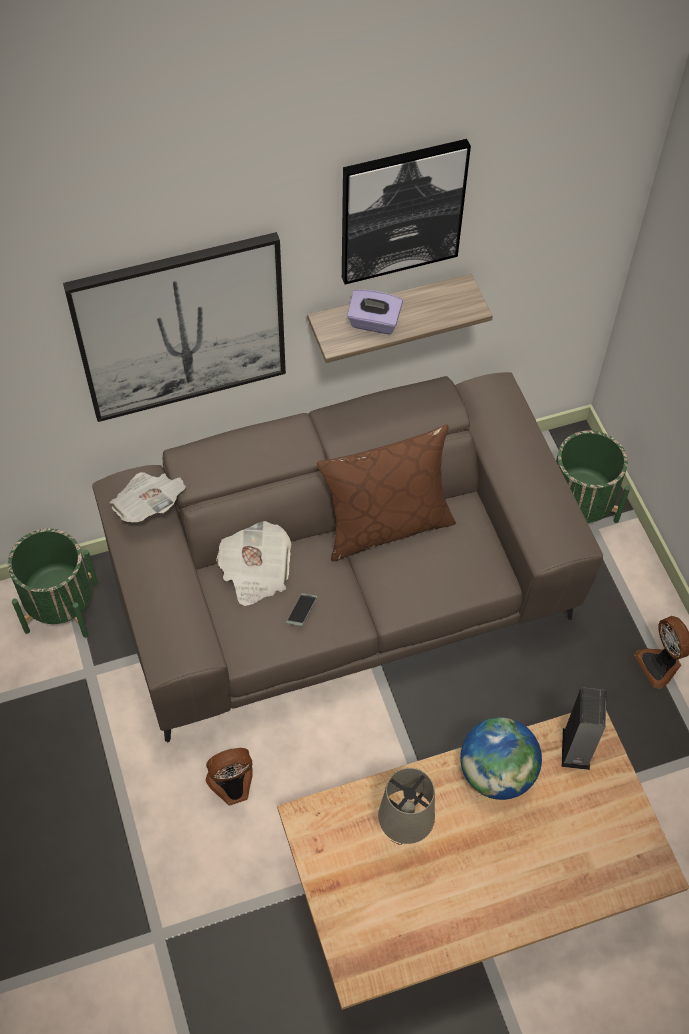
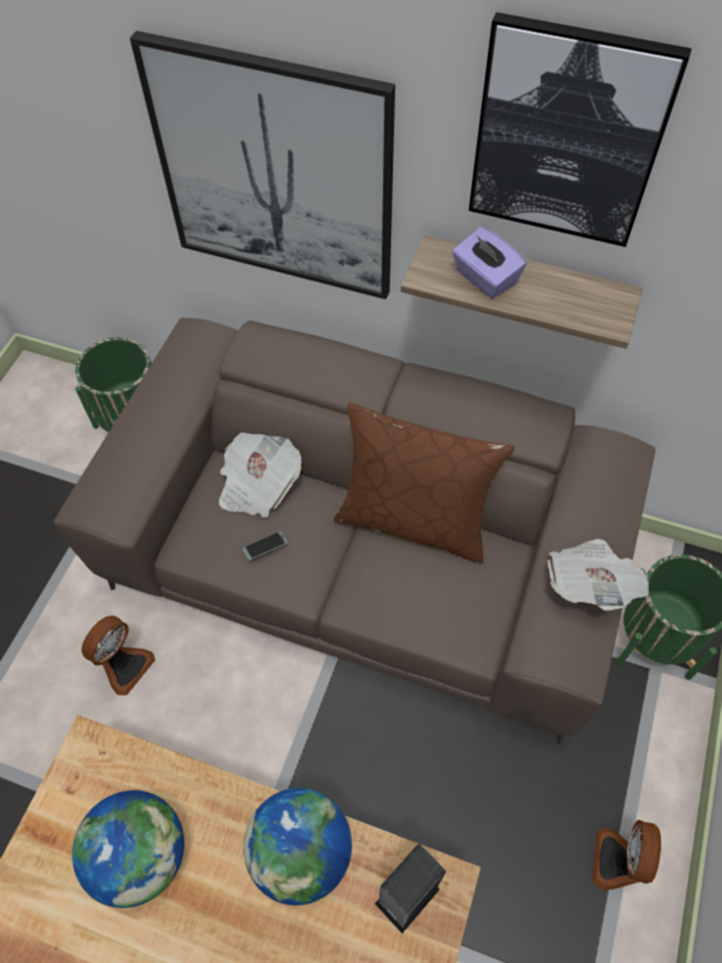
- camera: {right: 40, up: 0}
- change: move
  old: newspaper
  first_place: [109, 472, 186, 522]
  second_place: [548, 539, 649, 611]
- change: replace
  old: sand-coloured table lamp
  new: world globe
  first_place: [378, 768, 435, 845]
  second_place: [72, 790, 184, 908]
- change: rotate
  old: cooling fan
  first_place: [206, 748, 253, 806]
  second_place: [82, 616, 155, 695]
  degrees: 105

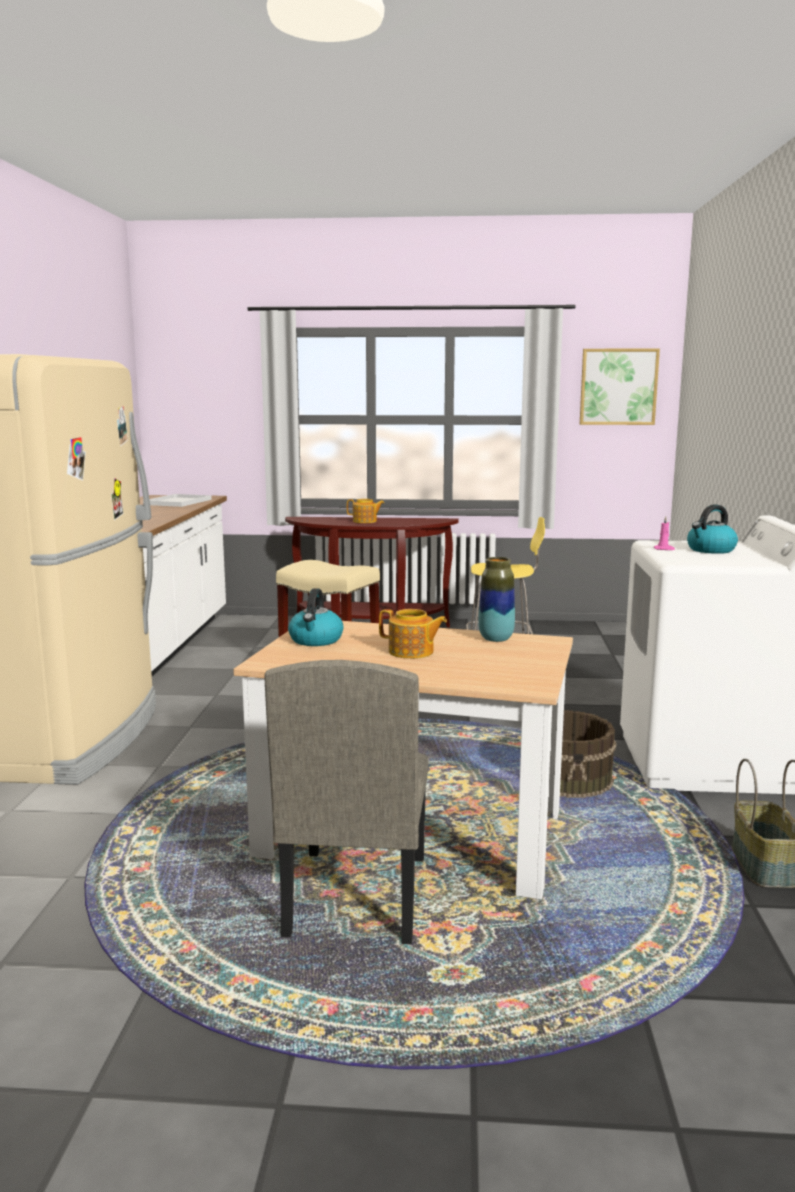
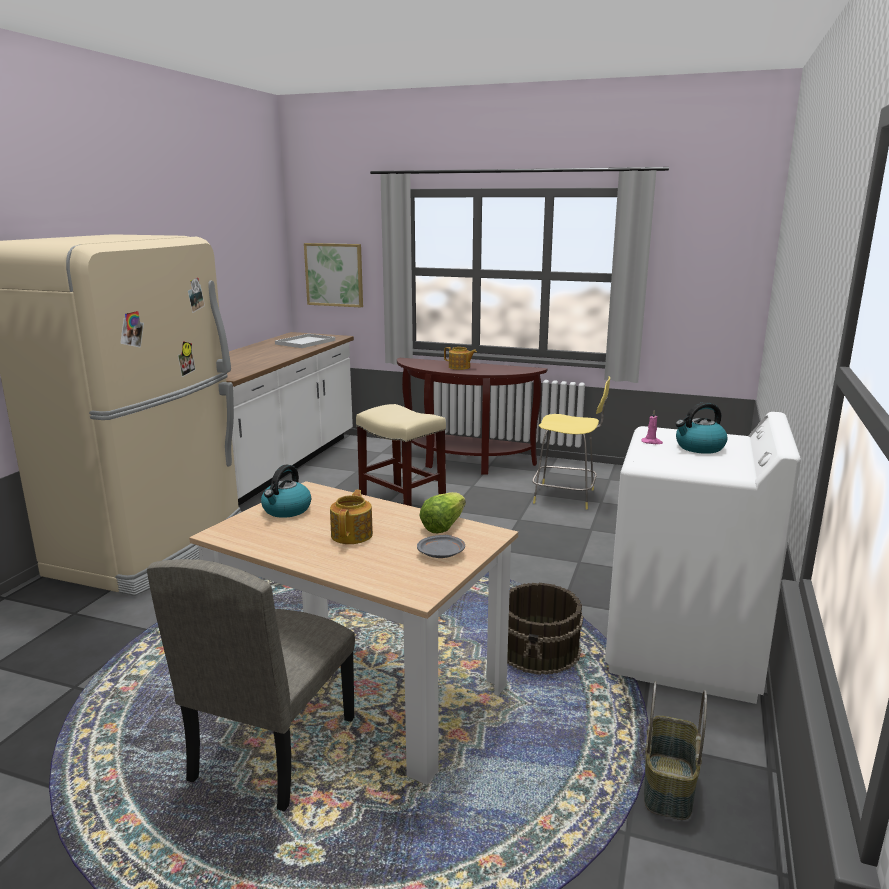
- camera: {right: 15, up: 5}
- change: insert
  new: gray plate
  second_place: [417, 535, 465, 558]
- change: move
  old: wall picture
  first_place: [580, 348, 660, 425]
  second_place: [304, 243, 363, 307]
- change: replace
  old: flower vase
  new: lettuce head
  first_place: [478, 557, 515, 642]
  second_place: [419, 492, 466, 533]
- change: rotate
  old: pot for tea
  first_place: [379, 609, 447, 659]
  second_place: [330, 490, 373, 544]
  degrees: -120

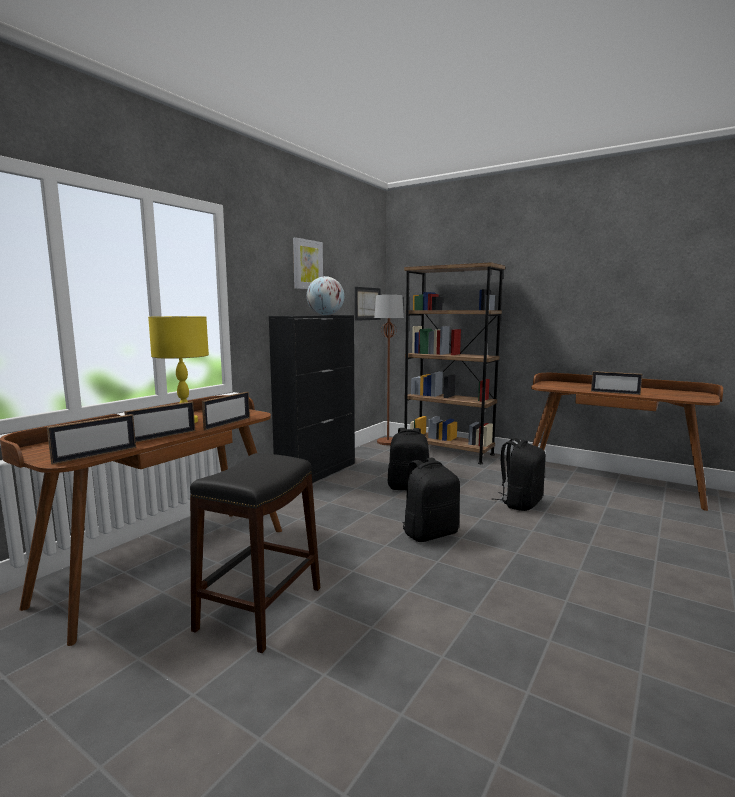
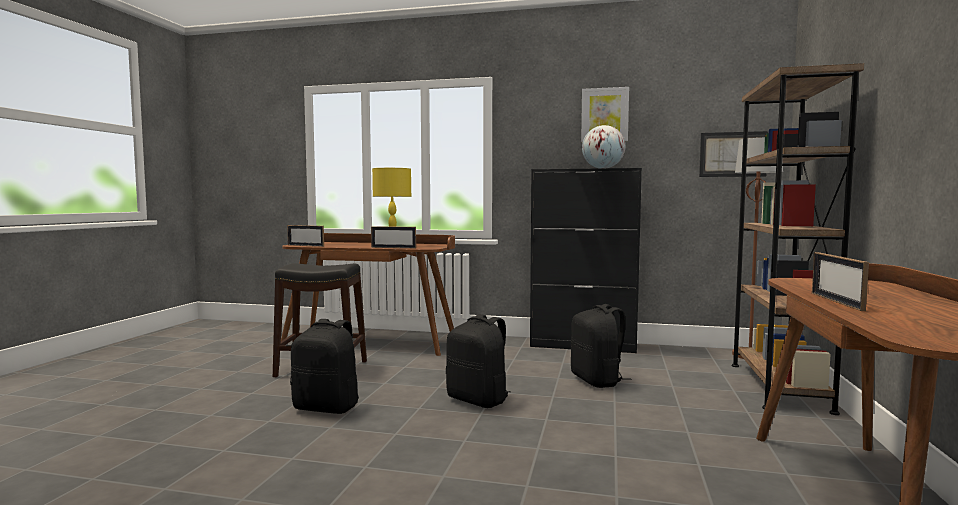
- camera: {right: 70, up: -5}
- change: delete
  old: photo frame
  first_place: [124, 402, 195, 442]
- change: move
  old: black-coloured rucksack
  first_place: [492, 438, 546, 511]
  second_place: [290, 319, 359, 414]

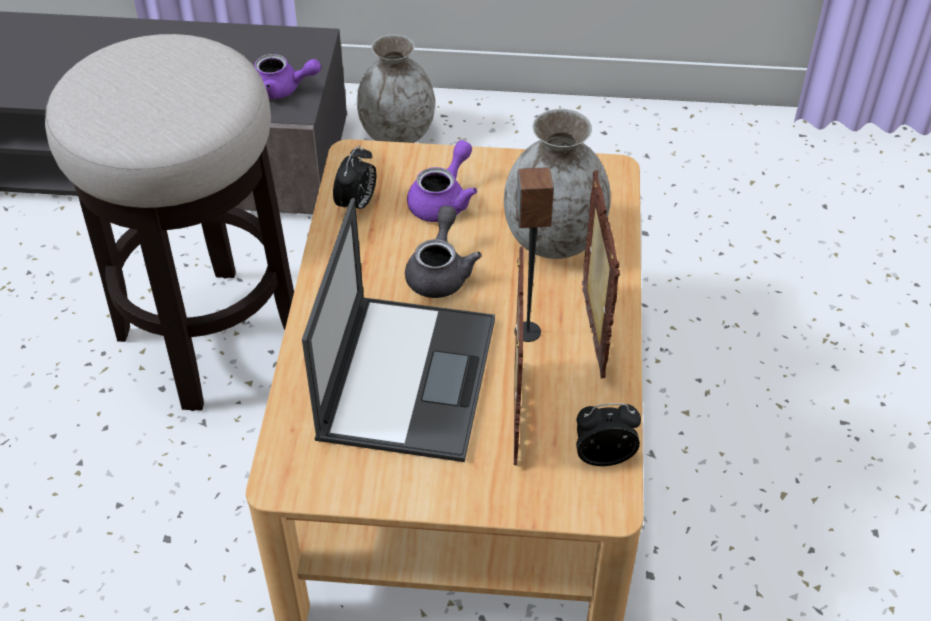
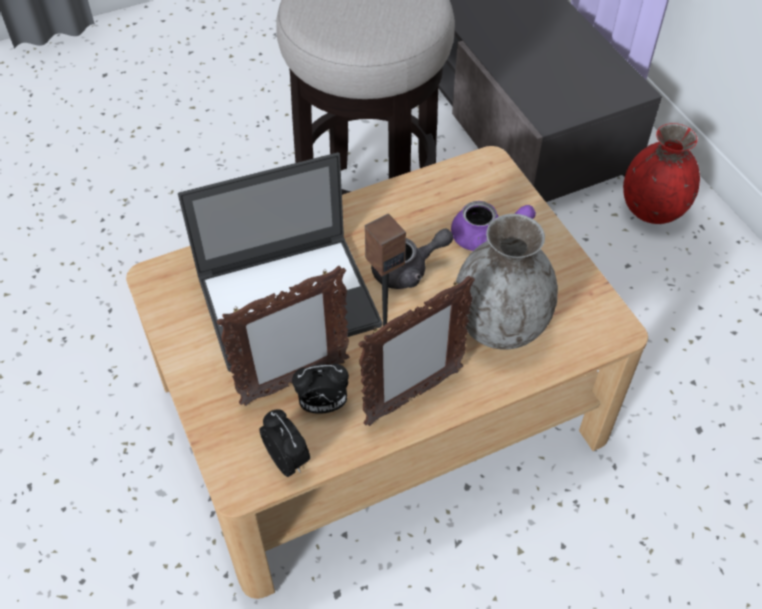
- camera: {right: 60, up: 5}
- change: delete
  old: purple pot for tea
  first_place: [254, 54, 321, 99]
- change: move
  old: bedside clock
  first_place: [333, 145, 376, 209]
  second_place: [292, 364, 349, 414]
- change: recolor
  old: gray flower vase
  new: reddish flower vase
  first_place: [357, 34, 435, 143]
  second_place: [623, 123, 700, 224]

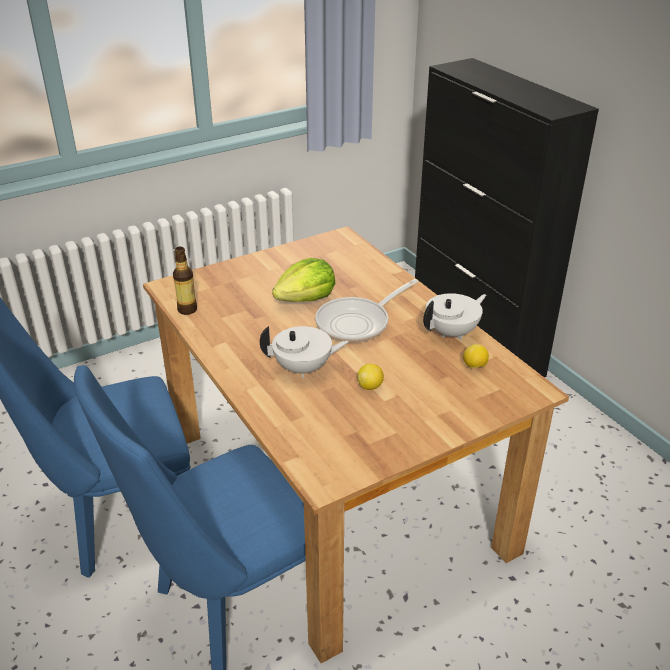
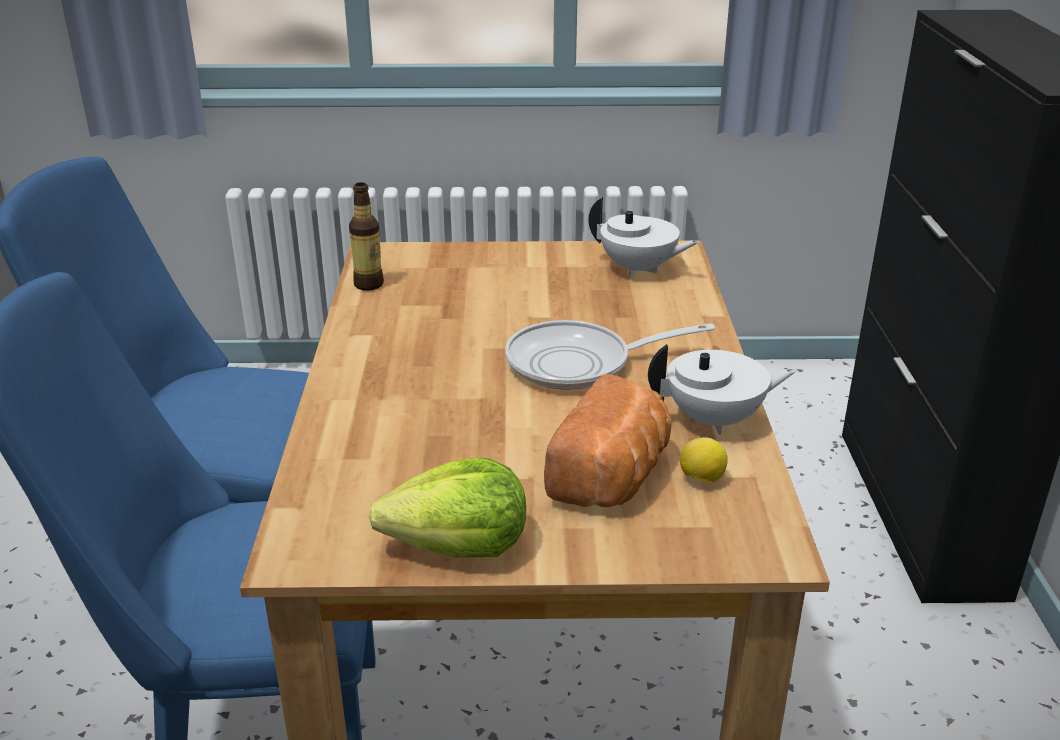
- camera: {right: 30, up: -5}
- change: delete
  old: lemon
  first_place: [357, 364, 384, 390]
- change: insert
  new: baked bread
  second_place: [544, 374, 672, 507]
- change: move
  old: white-coloured pot for tea
  first_place: [260, 326, 349, 378]
  second_place: [589, 197, 699, 277]
- change: move
  old: lettuce head
  first_place: [272, 258, 335, 302]
  second_place: [369, 458, 526, 558]

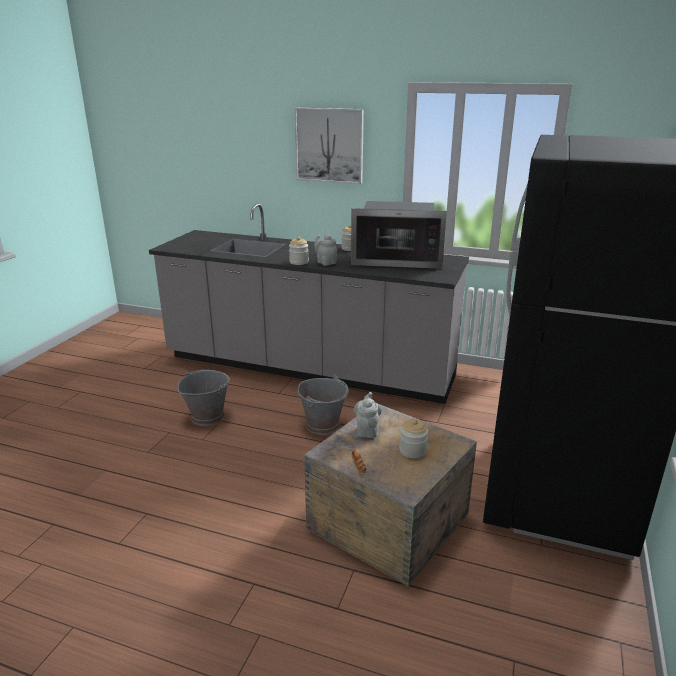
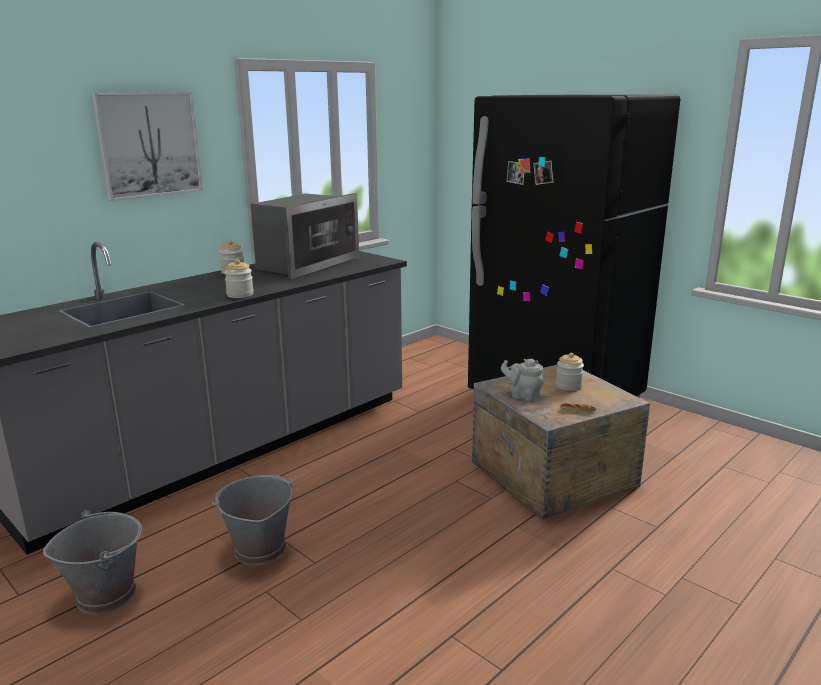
- camera: {right: -65, up: -5}
- change: delete
  old: gray pot for tea
  first_place: [314, 234, 337, 265]
- change: move
  old: gray water bucket
  first_place: [298, 375, 349, 435]
  second_place: [43, 510, 143, 614]

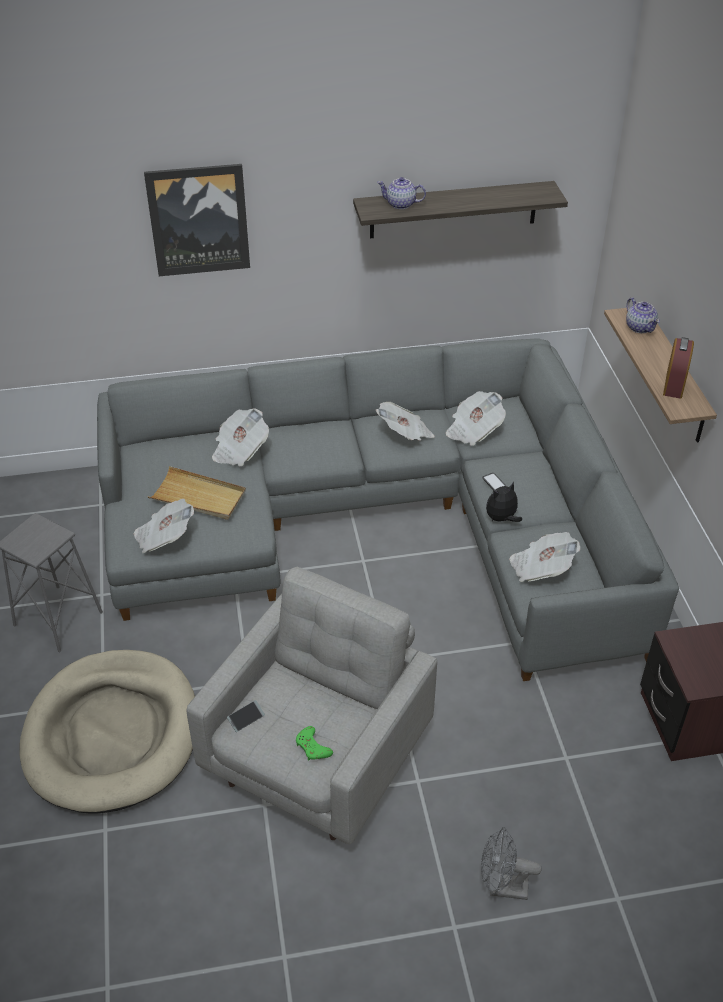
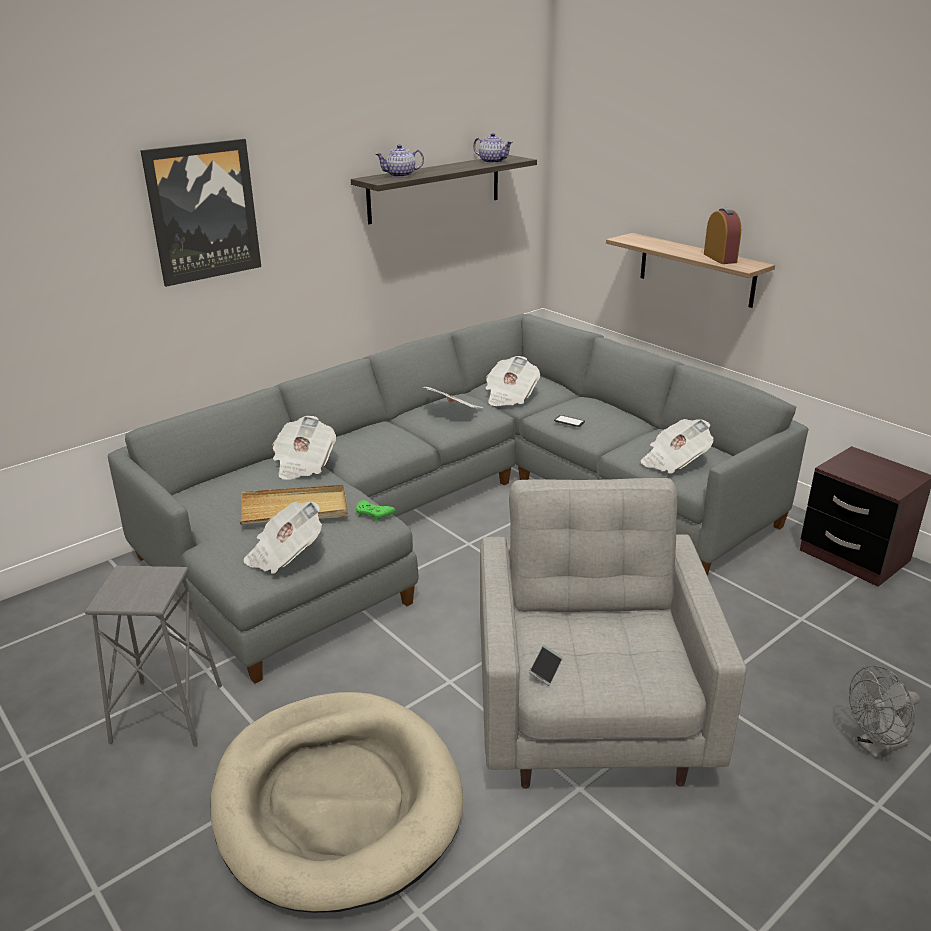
- camera: {right: -30, up: -15}
- change: delete
  old: plush toy
  first_place: [486, 482, 522, 522]
- change: move
  old: greenish game controller
  first_place: [296, 726, 333, 760]
  second_place: [356, 500, 395, 521]
- change: move
  old: pot for tea
  first_place: [626, 298, 660, 333]
  second_place: [473, 133, 513, 164]

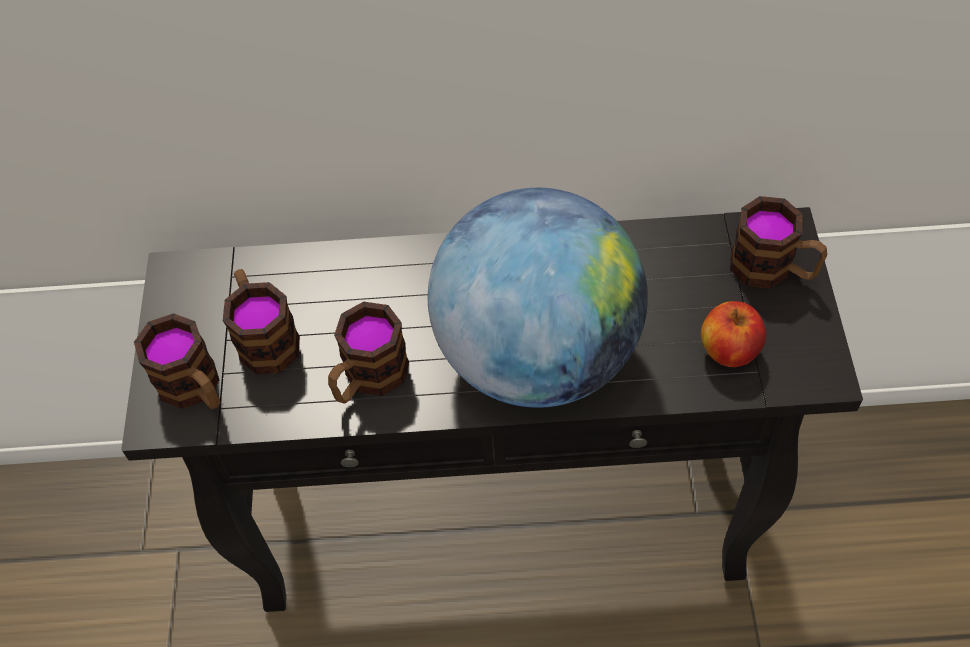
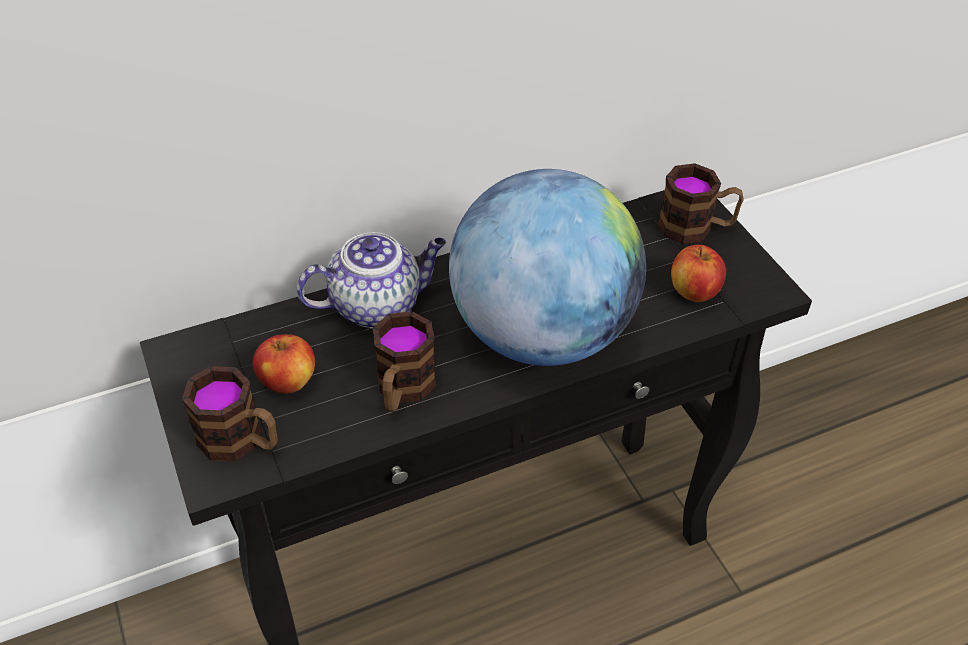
- camera: {right: -25, up: -10}
- change: insert
  new: pot for tea
  second_place: [297, 232, 446, 328]
- change: replace
  old: mug
  new: apple fruit
  first_place: [223, 269, 300, 374]
  second_place: [253, 334, 315, 394]

